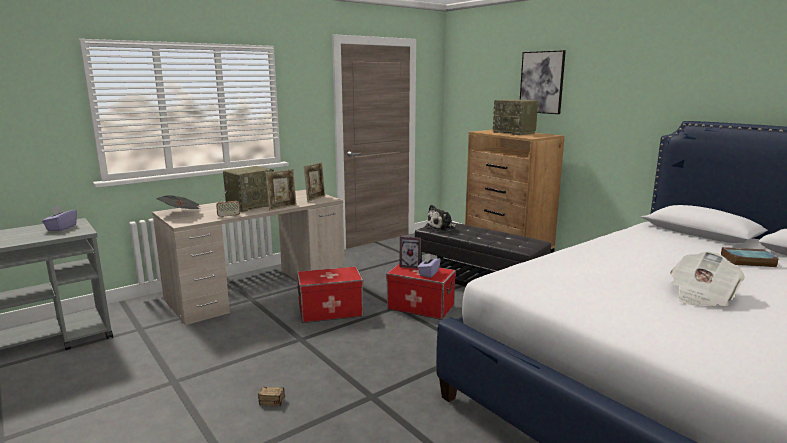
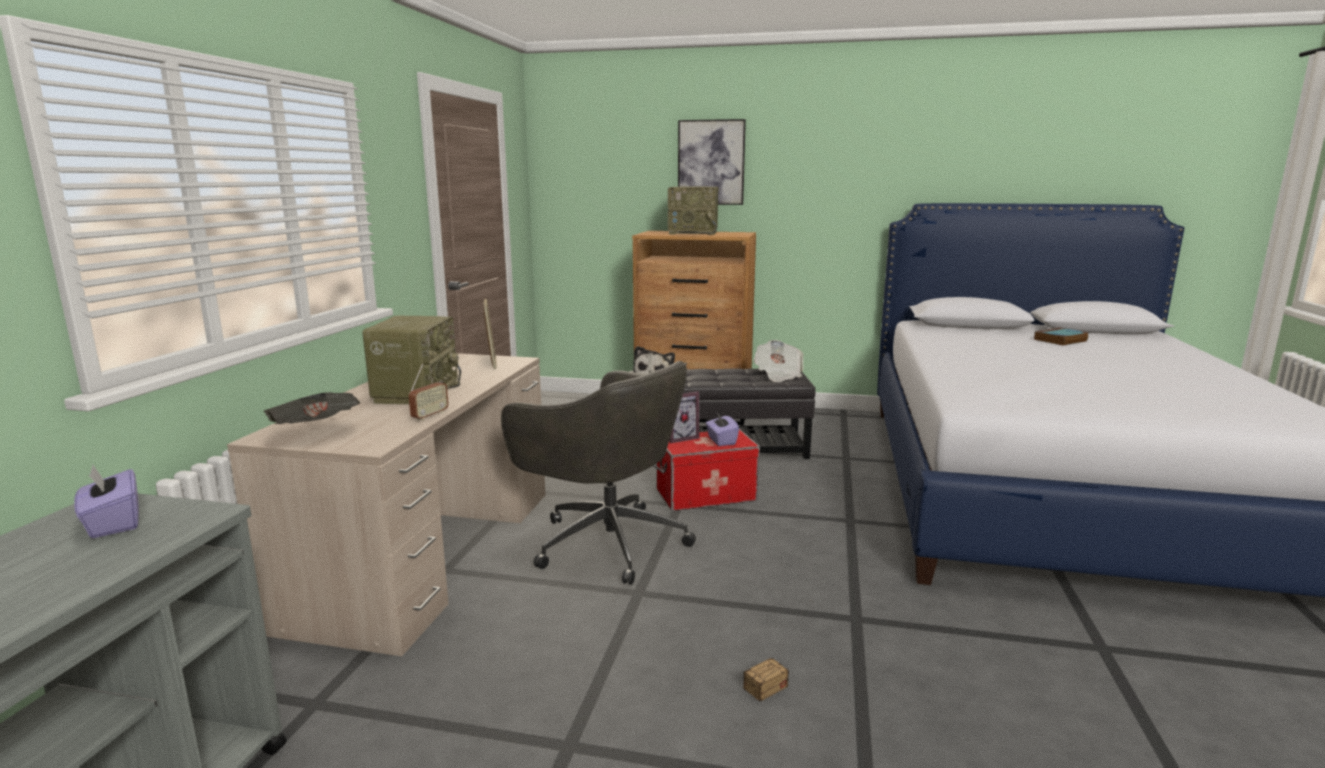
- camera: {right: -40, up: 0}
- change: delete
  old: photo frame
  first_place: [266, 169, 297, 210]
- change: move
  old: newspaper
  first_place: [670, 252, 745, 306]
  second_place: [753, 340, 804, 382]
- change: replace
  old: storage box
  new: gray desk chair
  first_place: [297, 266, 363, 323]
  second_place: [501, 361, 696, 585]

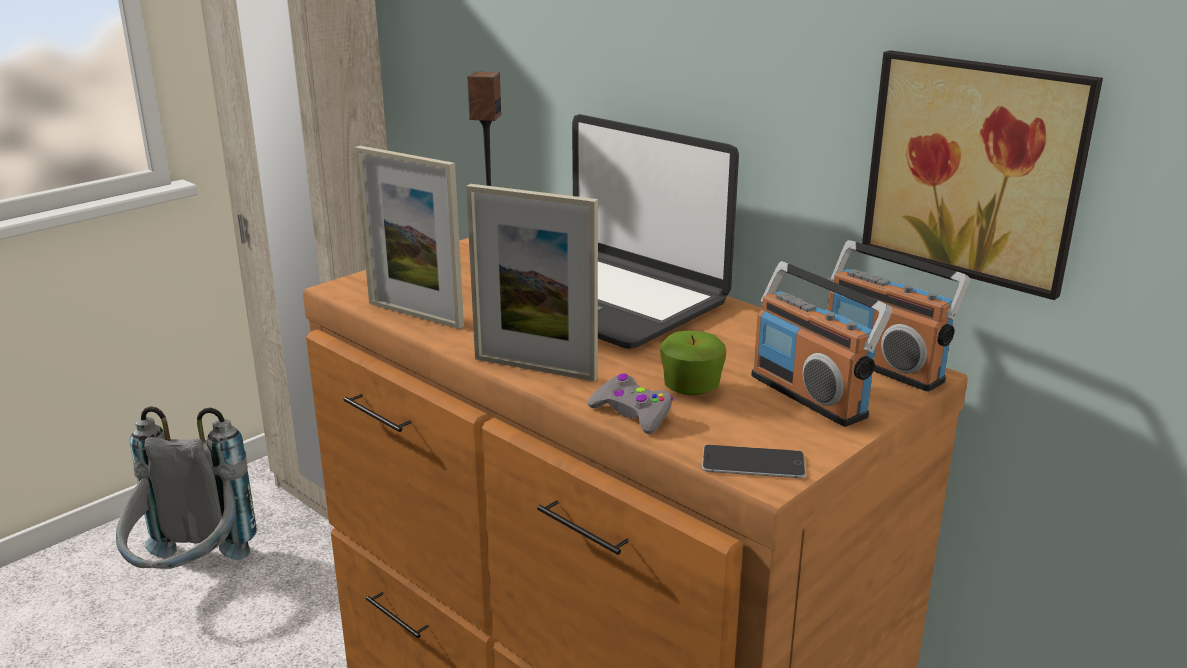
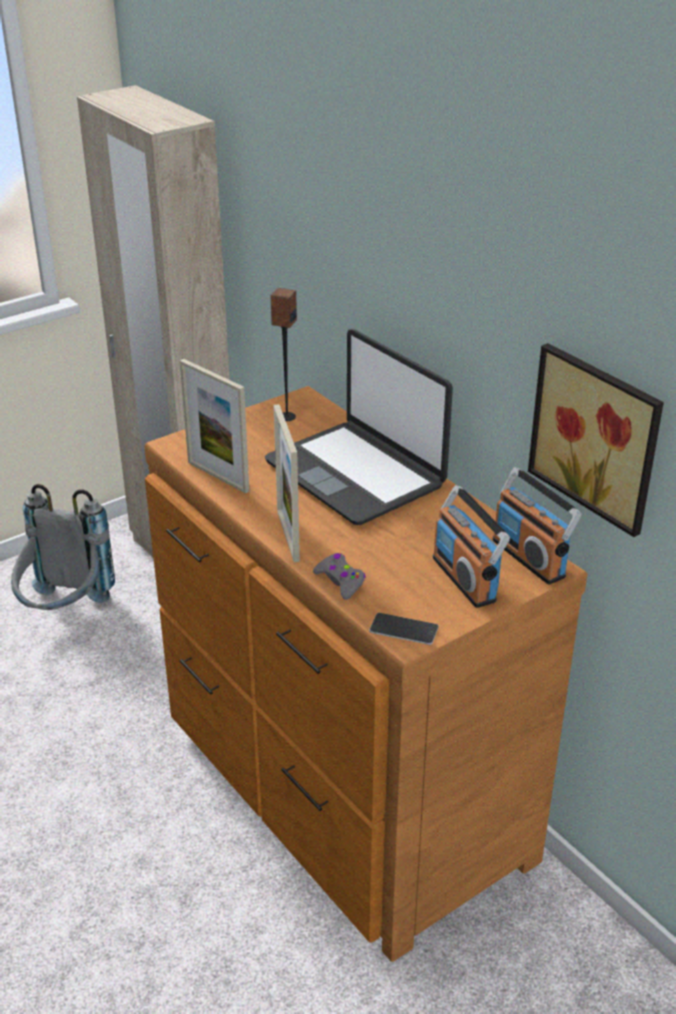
- camera: {right: 10, up: 10}
- change: delete
  old: apple fruit
  first_place: [660, 331, 726, 395]
- change: rotate
  old: photo frame
  first_place: [466, 184, 598, 381]
  second_place: [274, 404, 300, 562]
  degrees: 45

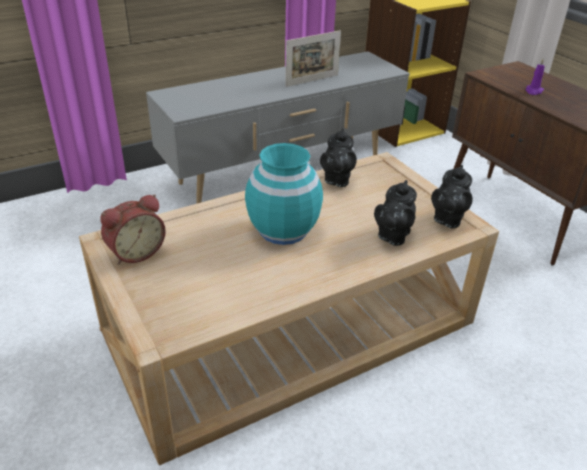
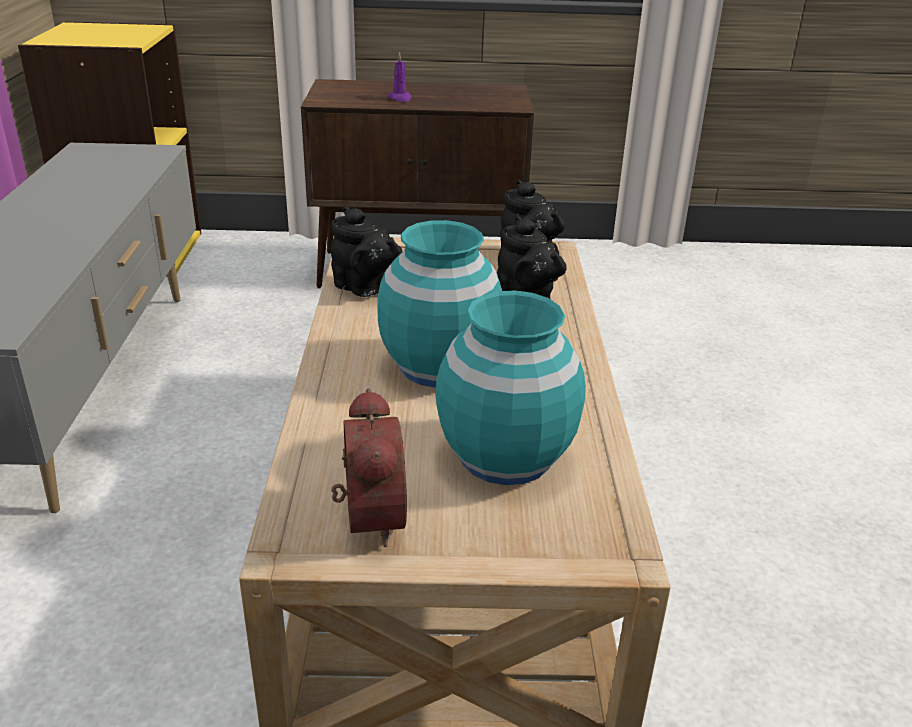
- camera: {right: -60, up: -5}
- change: delete
  old: photo frame
  first_place: [285, 30, 341, 87]
- change: insert
  new: turquoise-coloured flower vase
  second_place: [435, 290, 586, 485]

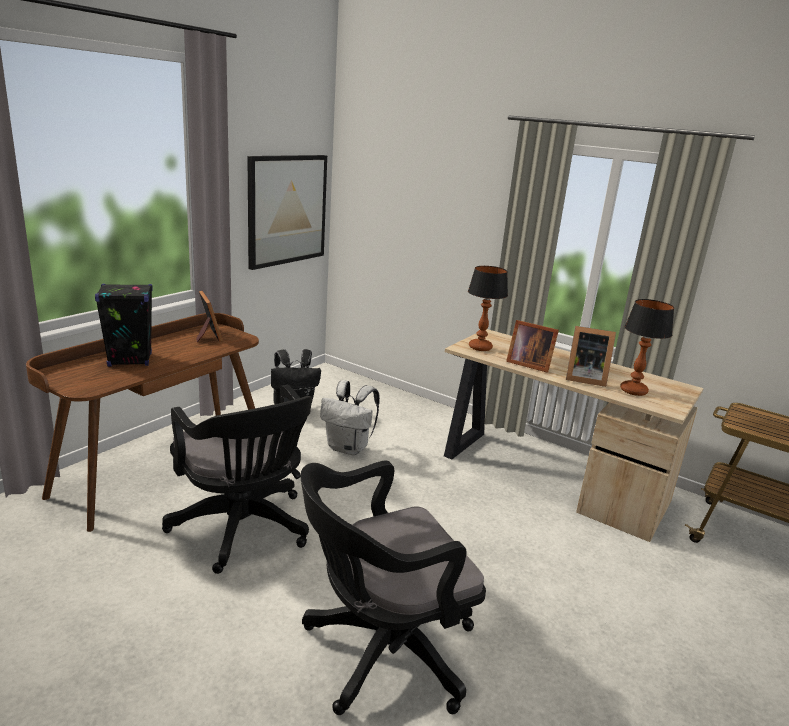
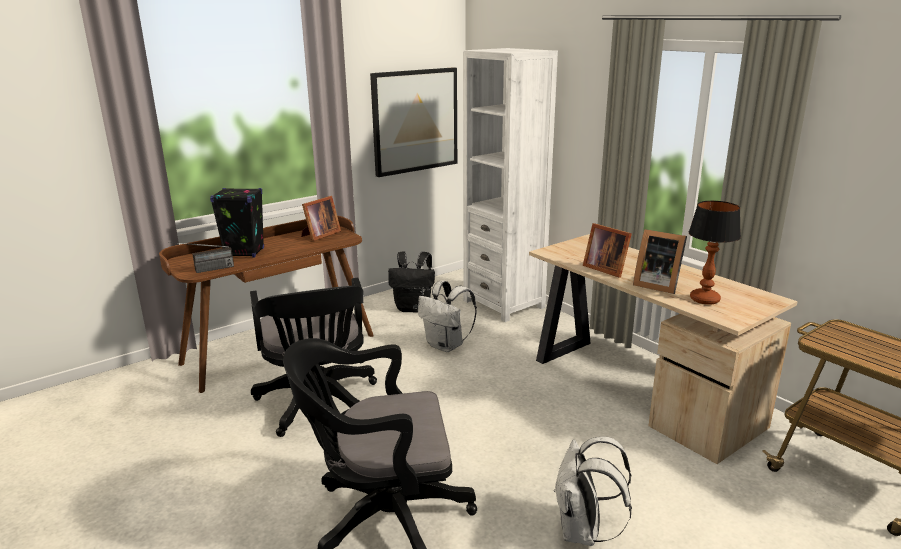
- camera: {right: 20, up: 0}
- change: delete
  old: table lamp
  first_place: [468, 266, 508, 351]
- change: insert
  new: radio set
  second_place: [168, 242, 234, 273]
- change: insert
  new: white-coloured bookshelf
  second_place: [463, 48, 558, 322]
- change: insert
  new: white-coloured rucksack
  second_place: [555, 437, 632, 546]
- change: rotate
  old: photo frame
  first_place: [196, 291, 223, 343]
  second_place: [301, 196, 341, 241]
  degrees: 45

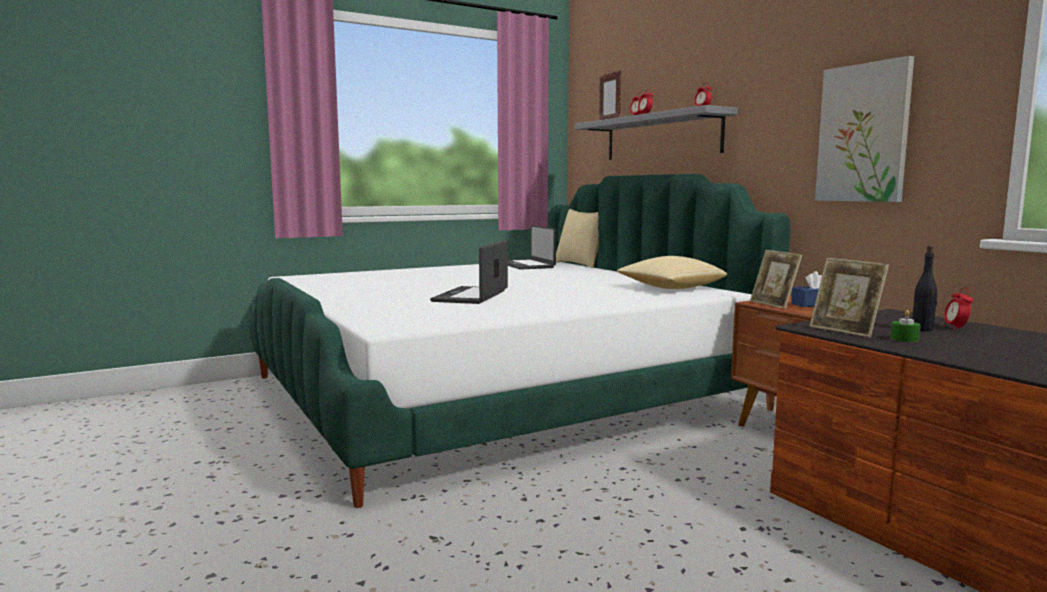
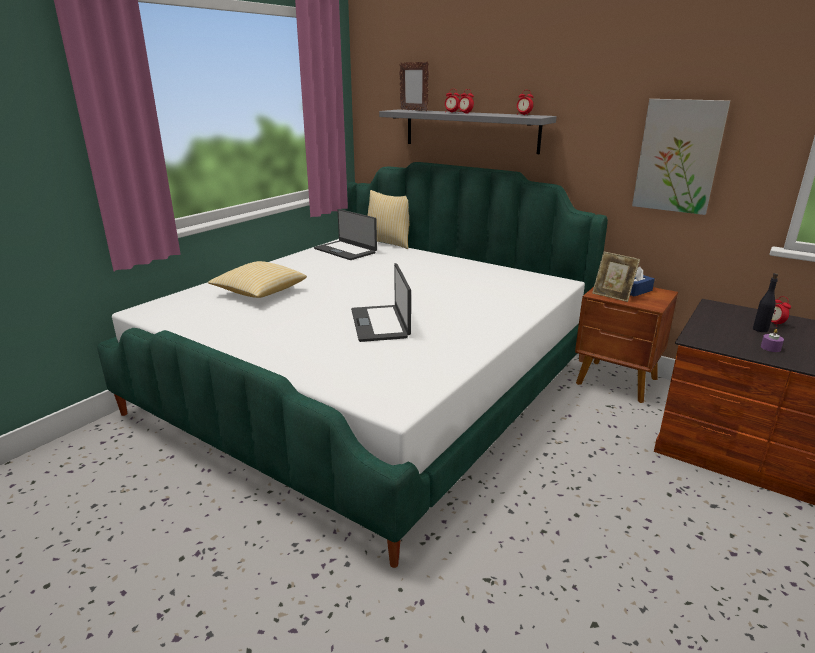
- camera: {right: -25, up: 15}
- change: delete
  old: photo frame
  first_place: [809, 258, 889, 338]
- change: move
  old: throw pillow
  first_place: [617, 256, 727, 289]
  second_place: [208, 261, 307, 298]
- change: recolor
  old: greenish wax light
  new: purple wax light
  first_place: [891, 310, 921, 342]
  second_place: [761, 329, 784, 352]

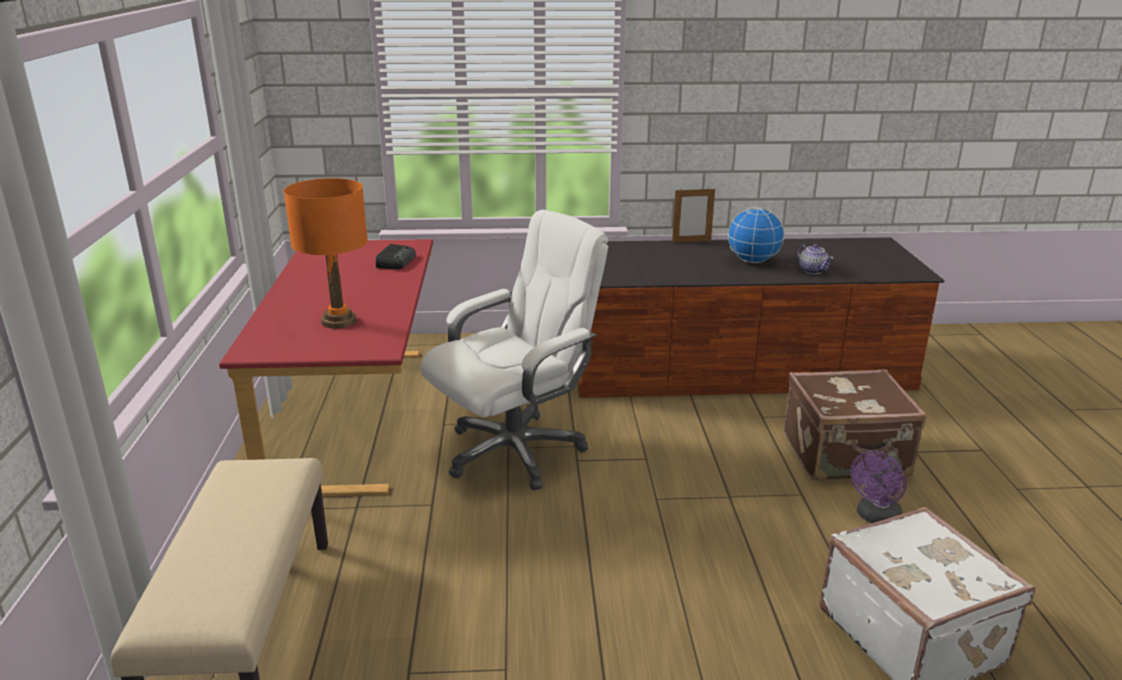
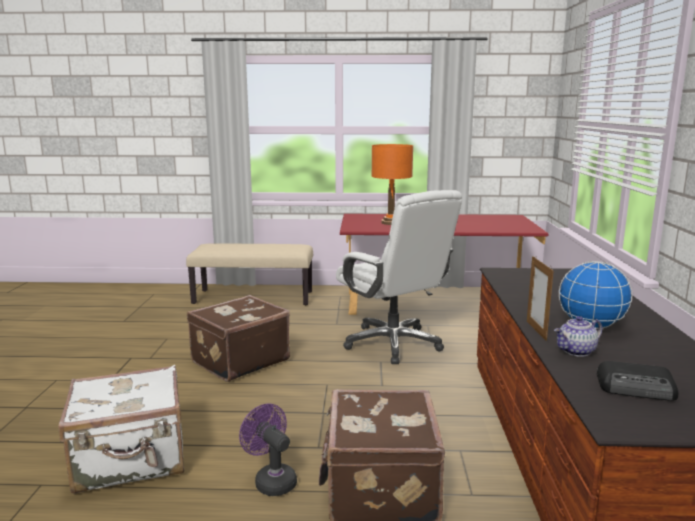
- camera: {right: 95, up: -10}
- change: insert
  new: brownish travel case
  second_place: [187, 295, 290, 382]
- change: move
  old: radio set
  first_place: [376, 244, 416, 269]
  second_place: [597, 361, 678, 401]
- change: move
  old: photo frame
  first_place: [672, 187, 715, 243]
  second_place: [527, 256, 554, 341]

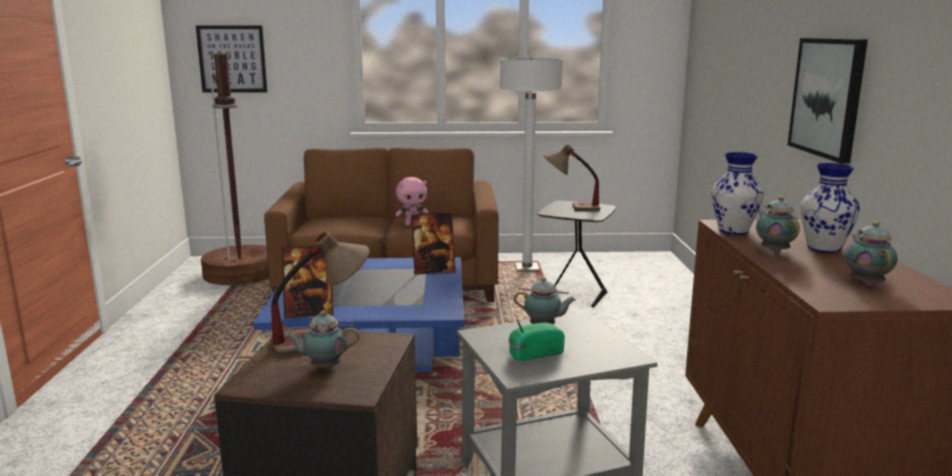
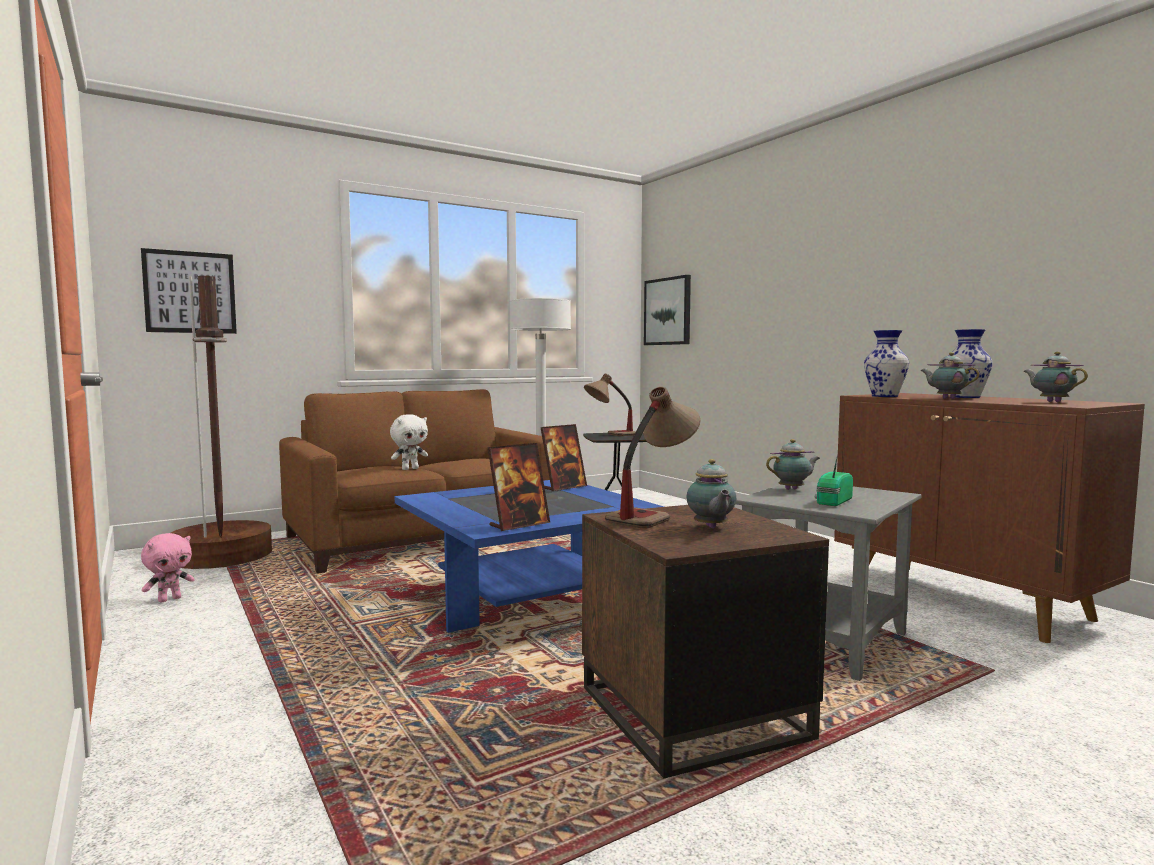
- camera: {right: -30, up: -10}
- change: insert
  new: white-coloured plush toy
  second_place: [390, 414, 428, 470]
- change: move
  old: pink plush toy
  first_place: [395, 177, 429, 226]
  second_place: [141, 533, 195, 602]
- change: move
  old: wall picture
  first_place: [788, 38, 868, 164]
  second_place: [644, 275, 691, 345]
- change: rotate
  old: pot for tea
  first_place: [285, 310, 360, 368]
  second_place: [686, 459, 736, 529]
  degrees: -60

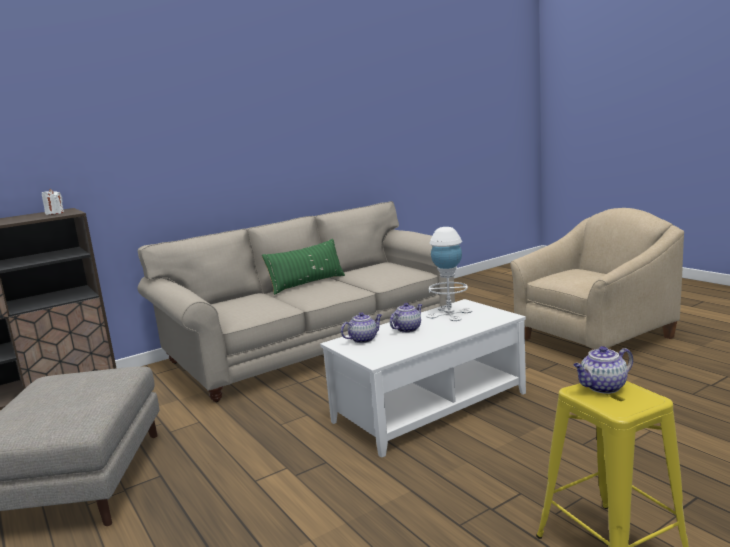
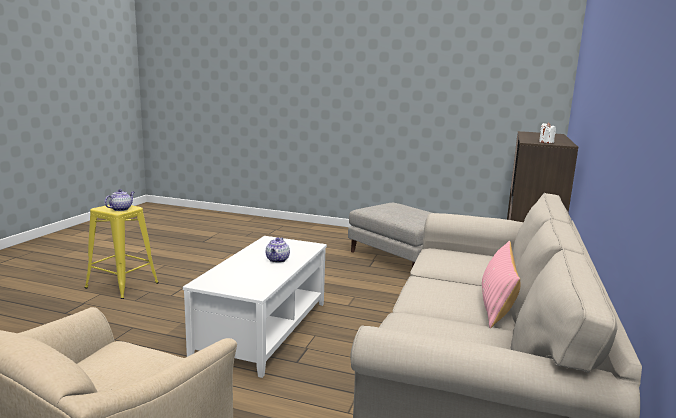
- camera: {right: 140, up: 0}
- change: delete
  old: pot for tea
  first_place: [341, 312, 382, 343]
- change: delete
  old: white-coloured table lamp
  first_place: [426, 227, 472, 321]
- change: recolor
  old: greenish throw pillow
  new: pink throw pillow
  first_place: [262, 239, 345, 295]
  second_place: [482, 241, 521, 328]

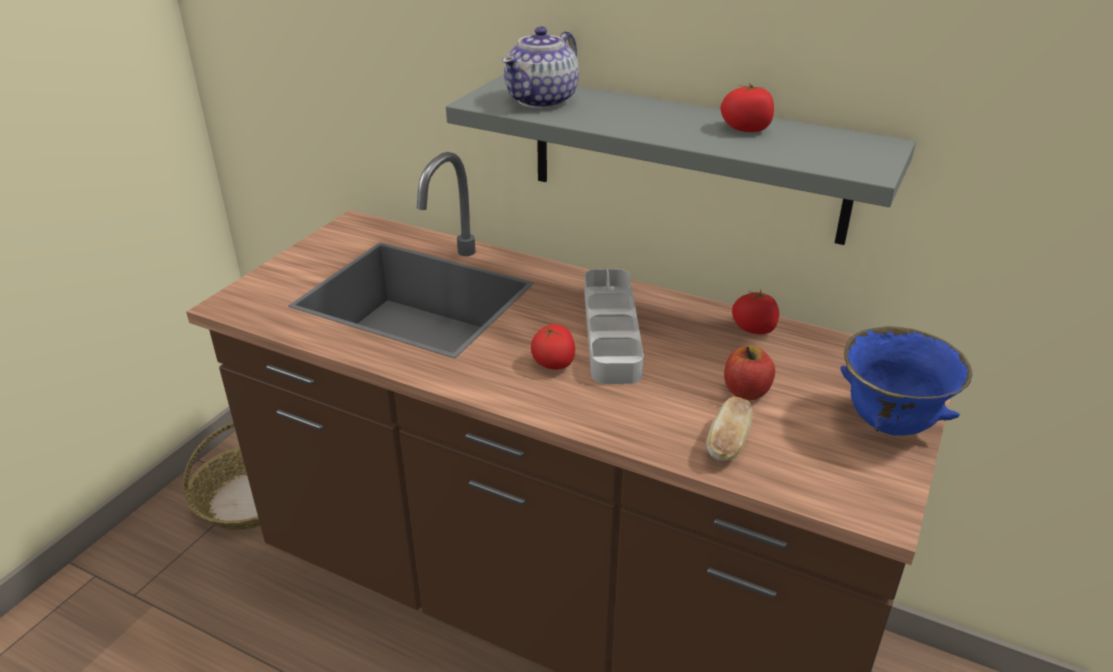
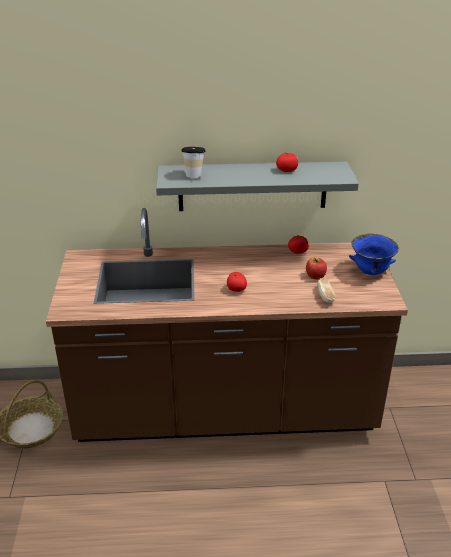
- camera: {right: -30, up: 0}
- change: delete
  old: gray tray
  first_place: [584, 269, 644, 384]
- change: replace
  old: pot for tea
  new: cup
  first_place: [502, 26, 579, 109]
  second_place: [182, 147, 206, 178]

